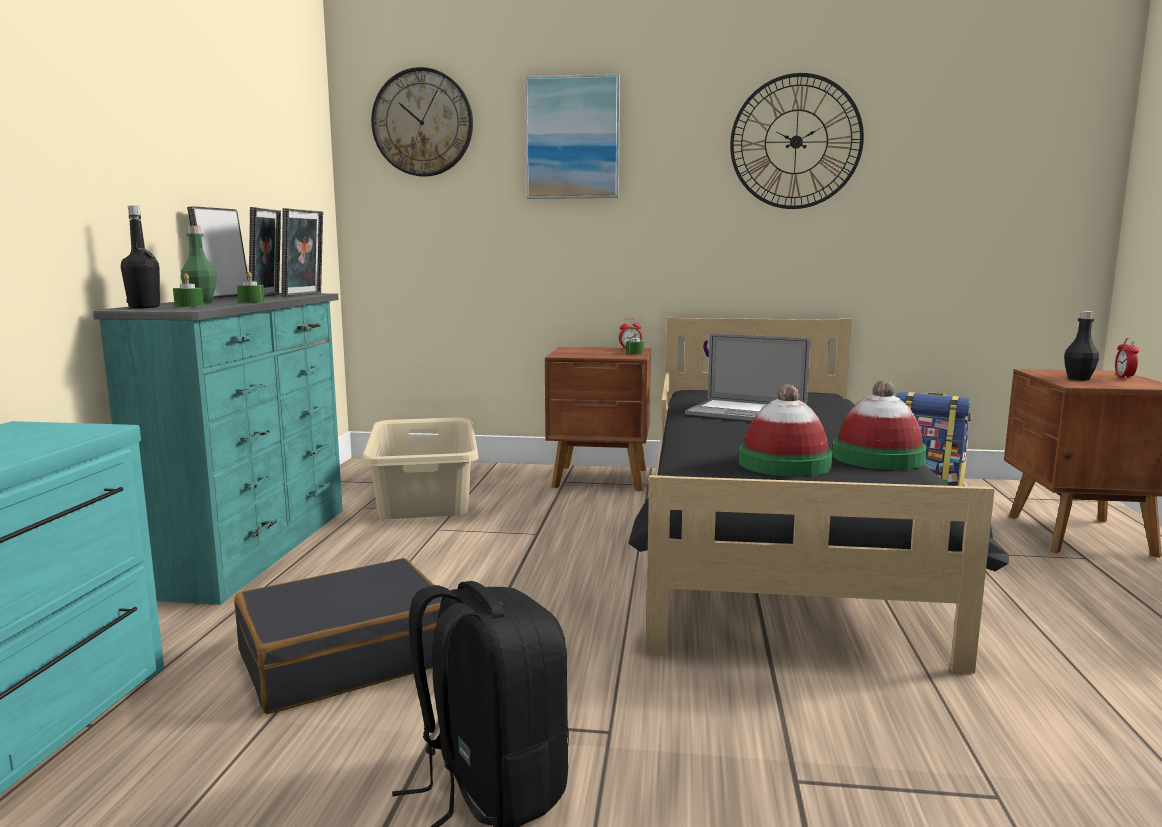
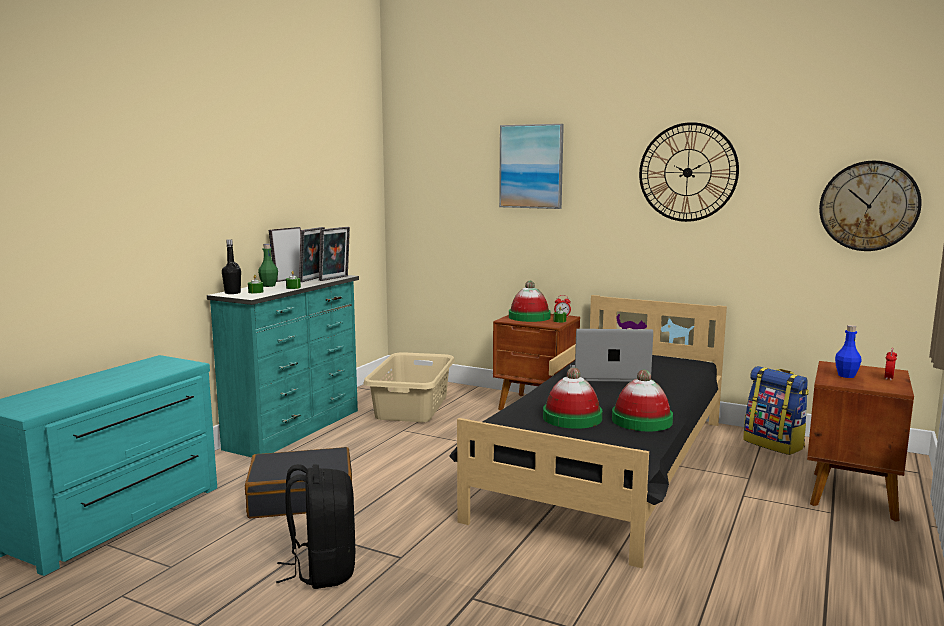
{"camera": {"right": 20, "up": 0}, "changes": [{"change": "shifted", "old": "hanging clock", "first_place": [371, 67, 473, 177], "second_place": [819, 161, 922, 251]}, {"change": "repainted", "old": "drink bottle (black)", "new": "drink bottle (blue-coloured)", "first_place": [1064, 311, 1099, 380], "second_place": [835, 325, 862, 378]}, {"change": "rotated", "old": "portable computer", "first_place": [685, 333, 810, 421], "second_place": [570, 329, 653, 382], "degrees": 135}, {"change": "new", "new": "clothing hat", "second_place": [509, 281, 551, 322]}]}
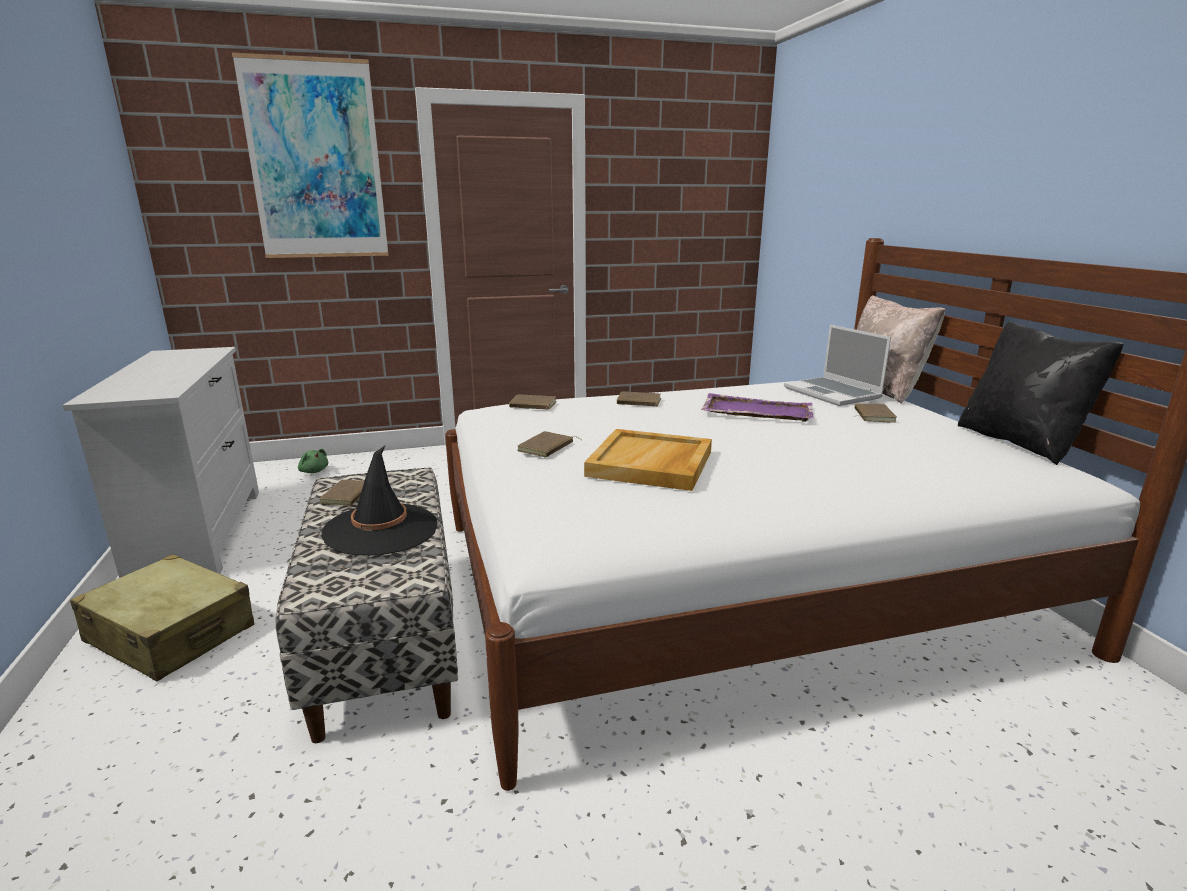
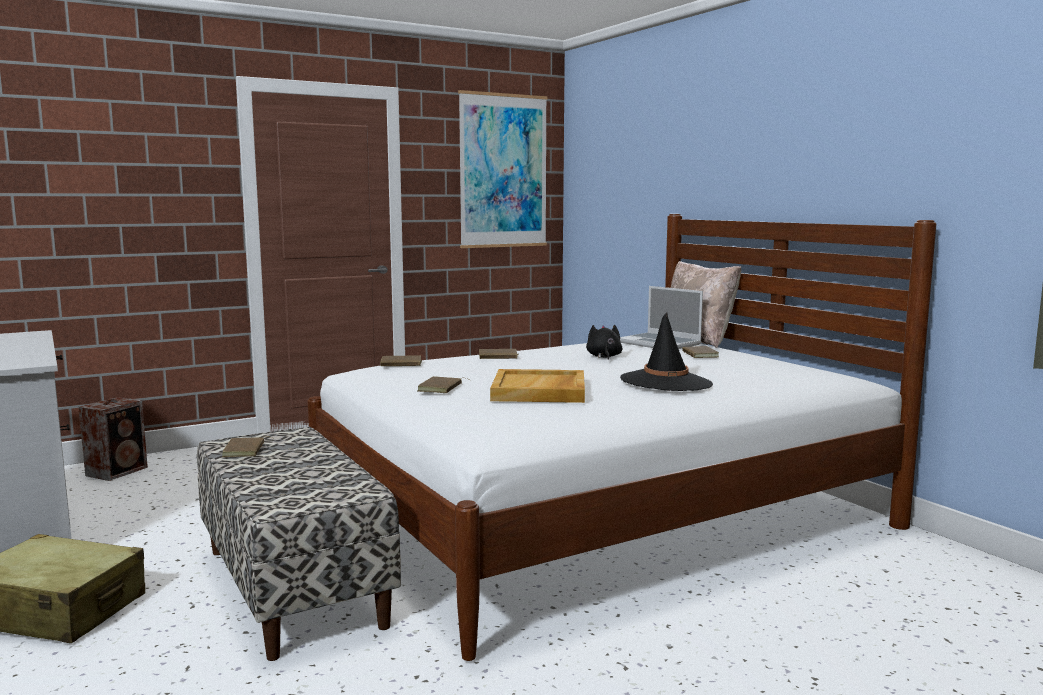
{"camera": {"right": -15, "up": -10}, "changes": [{"change": "shifted", "old": "wall picture", "first_place": [232, 53, 388, 258], "second_place": [458, 90, 548, 248]}, {"change": "gone", "old": "pillow (black)", "first_place": [958, 321, 1124, 465]}, {"change": "swapped", "old": "tray (purple-coloured)", "new": "plush toy (black)", "first_place": [701, 393, 814, 422], "second_place": [586, 325, 623, 360]}, {"change": "shifted", "old": "clothing hat (black)", "first_place": [321, 446, 437, 555], "second_place": [620, 312, 713, 391]}, {"change": "swapped", "old": "plush toy (green)", "new": "speaker", "first_place": [298, 449, 328, 473], "second_place": [79, 397, 148, 481]}]}
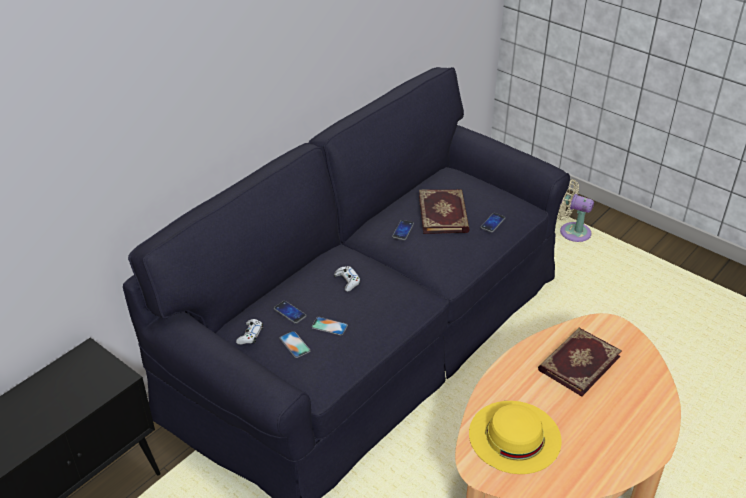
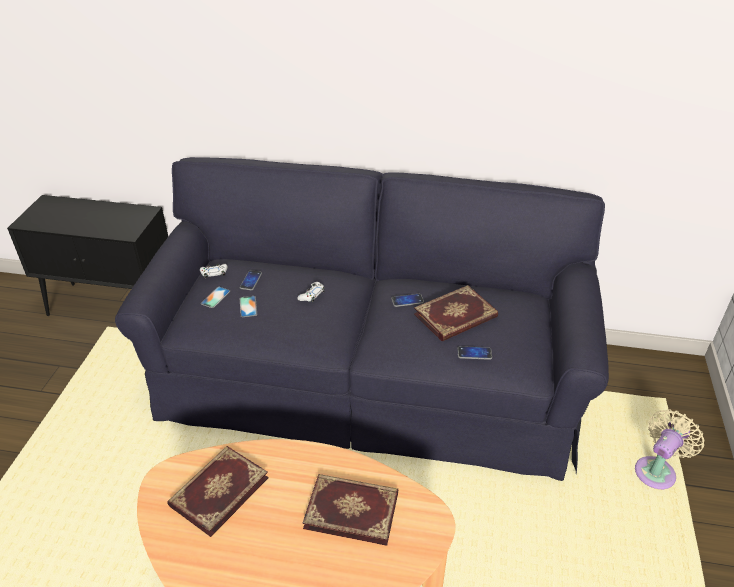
{"camera": {"right": 60, "up": 0}, "changes": [{"change": "rotated", "old": "fan (beige-coloured)", "first_place": [557, 179, 594, 242], "second_place": [635, 409, 704, 489], "degrees": 45}, {"change": "swapped", "old": "clothing hat (yellowish)", "new": "bound book", "first_place": [469, 401, 562, 474], "second_place": [167, 446, 269, 537]}]}
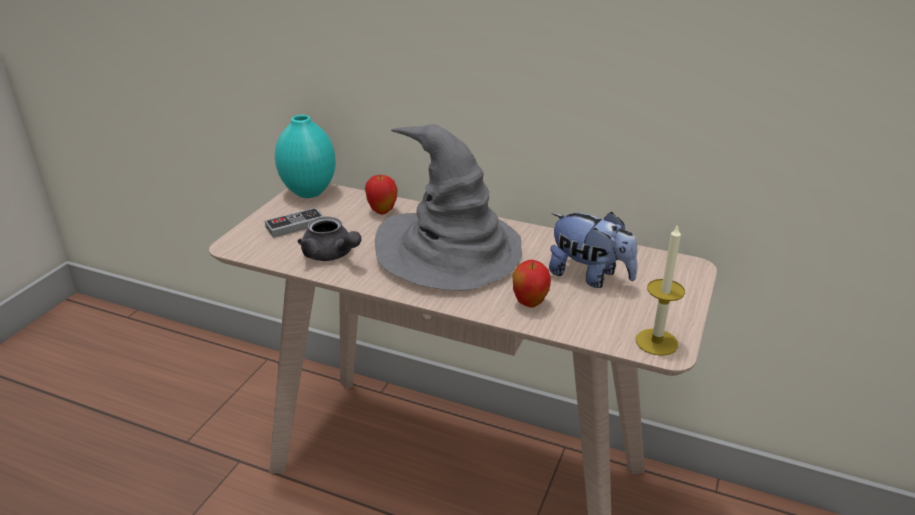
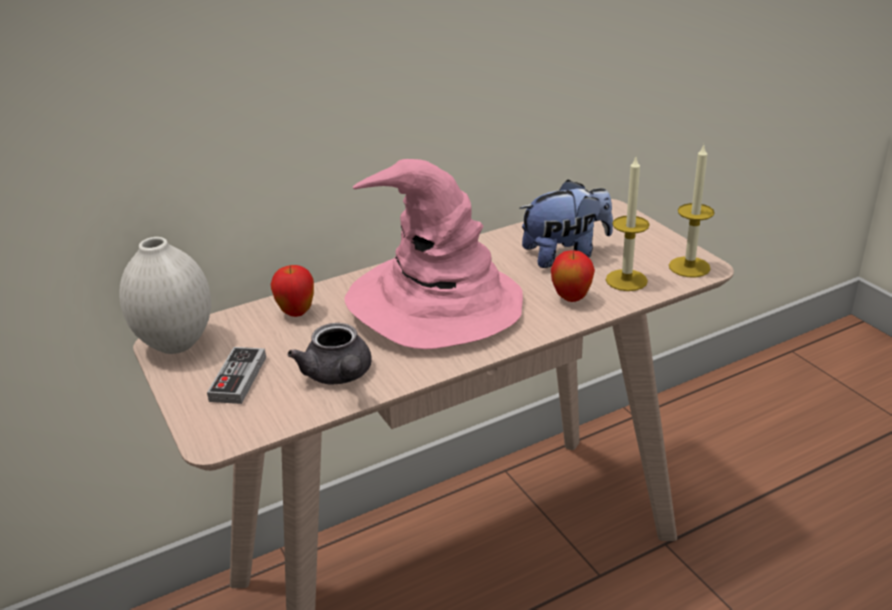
{"camera": {"right": -50, "up": 0}, "changes": [{"change": "repainted", "old": "decorative vase (blue-green)", "new": "decorative vase (white-coloured)", "first_place": [275, 115, 336, 198], "second_place": [119, 237, 211, 354]}, {"change": "repainted", "old": "clothing hat (greyish)", "new": "clothing hat (pinkish)", "first_place": [375, 124, 522, 291], "second_place": [344, 159, 523, 349]}, {"change": "rotated", "old": "tea pot (greyish)", "first_place": [297, 217, 361, 261], "second_place": [288, 323, 372, 385], "degrees": 75}, {"change": "new", "new": "wax candle", "second_place": [606, 157, 650, 291]}]}
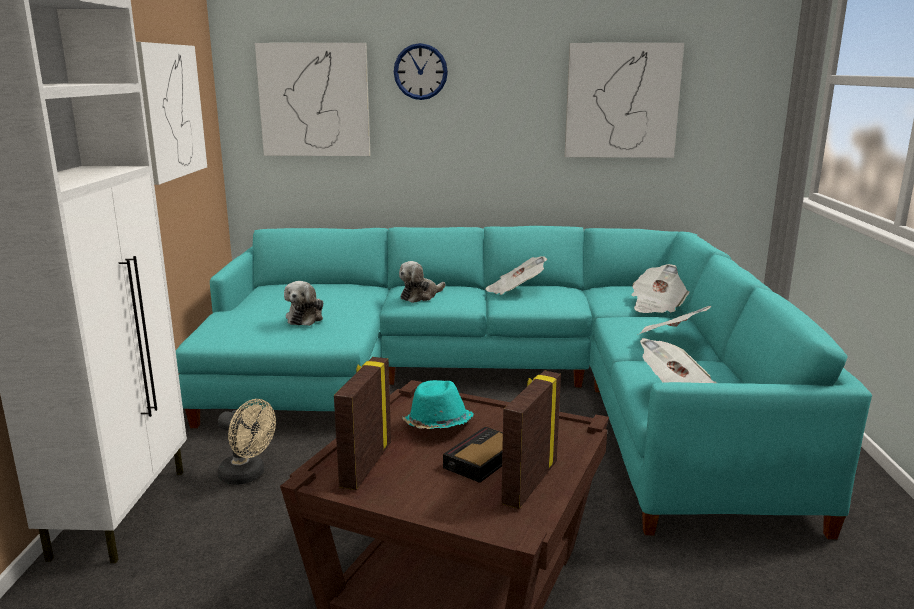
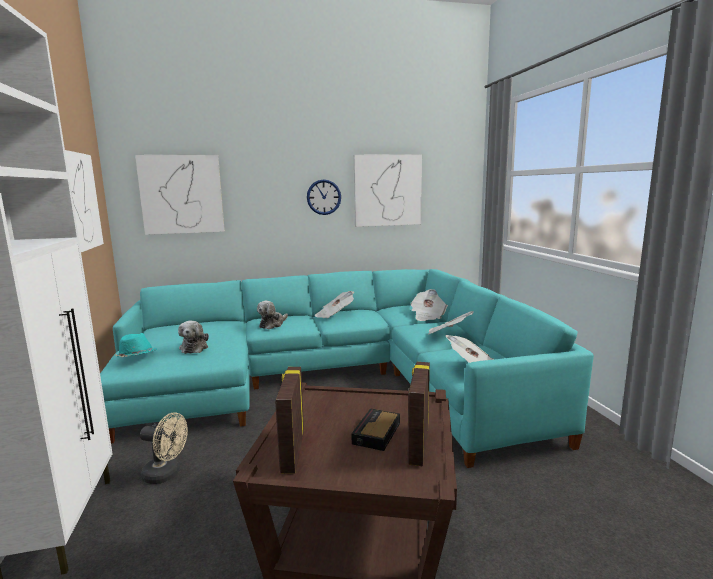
{"camera": {"right": -15, "up": -5}, "changes": [{"change": "shifted", "old": "hanging clock", "first_place": [394, 43, 448, 100], "second_place": [307, 179, 341, 215]}, {"change": "shifted", "old": "clothing hat (blue-green)", "first_place": [402, 380, 474, 429], "second_place": [115, 333, 157, 357]}]}
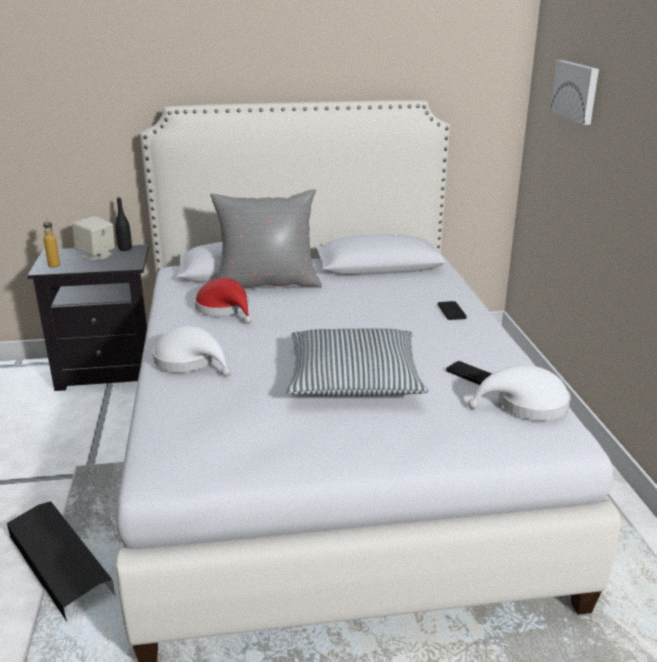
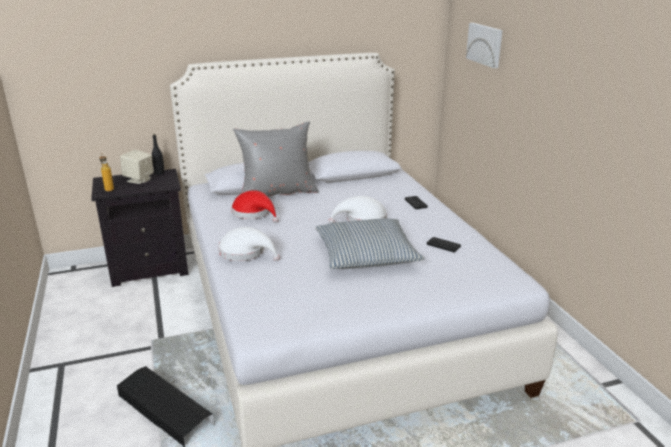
{"camera": {"right": -10, "up": 0}, "changes": [{"change": "shifted", "old": "clothing hat (white-coloured)", "first_place": [468, 365, 571, 420], "second_place": [328, 196, 387, 223]}]}
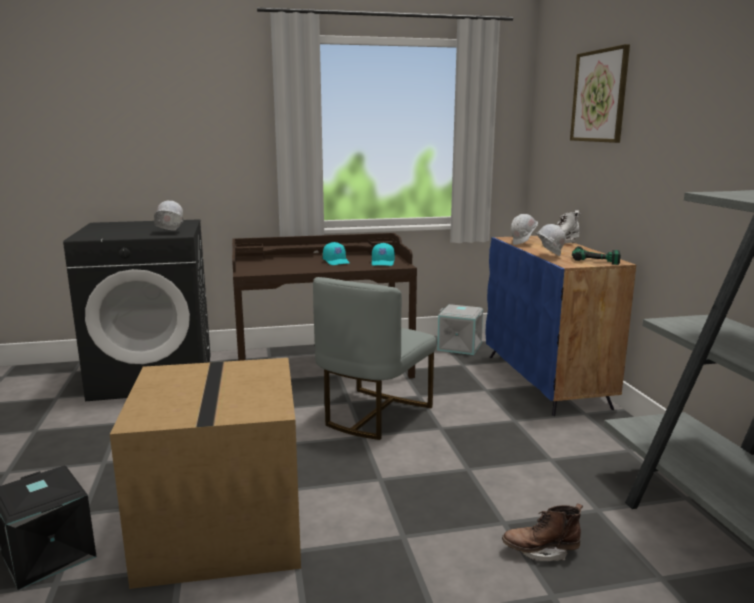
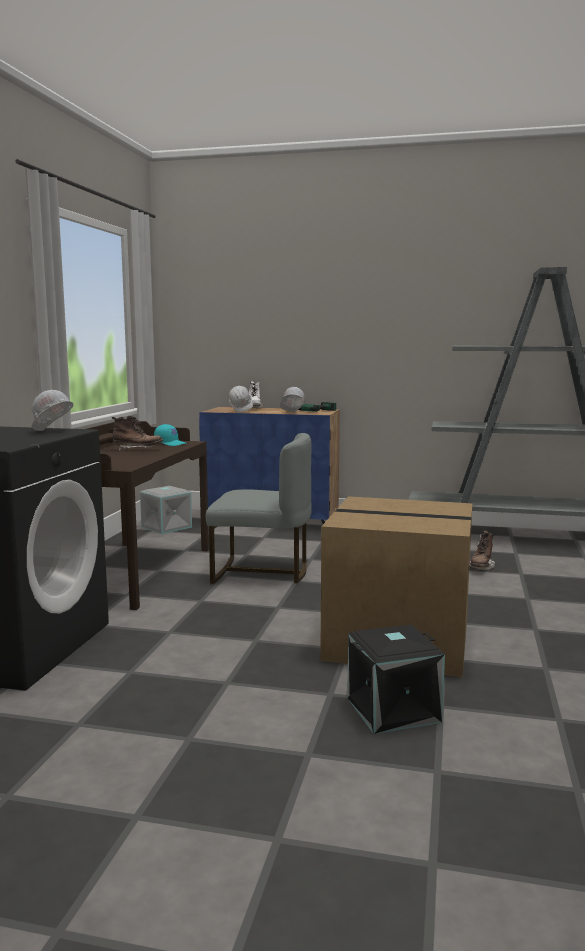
{"camera": {"right": -65, "up": -5}, "changes": [{"change": "gone", "old": "wall picture", "first_place": [570, 44, 630, 143]}, {"change": "swapped", "old": "baseball cap (blue-green)", "new": "high-top boot (brown-coloured)", "first_place": [323, 242, 350, 265], "second_place": [112, 416, 163, 450]}, {"change": "rotated", "old": "chair (greyish)", "first_place": [313, 277, 436, 440], "second_place": [206, 433, 312, 584], "degrees": -45}]}
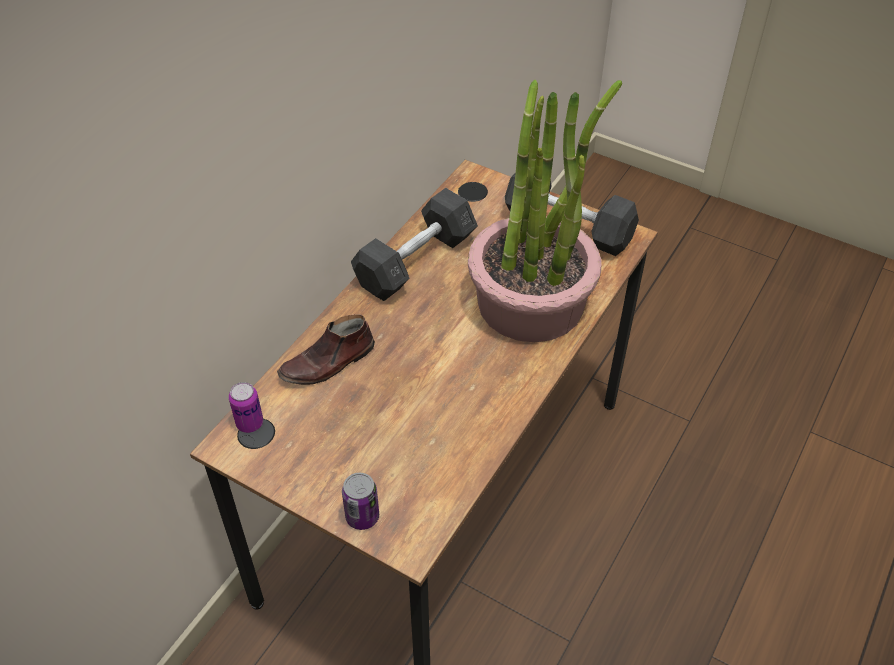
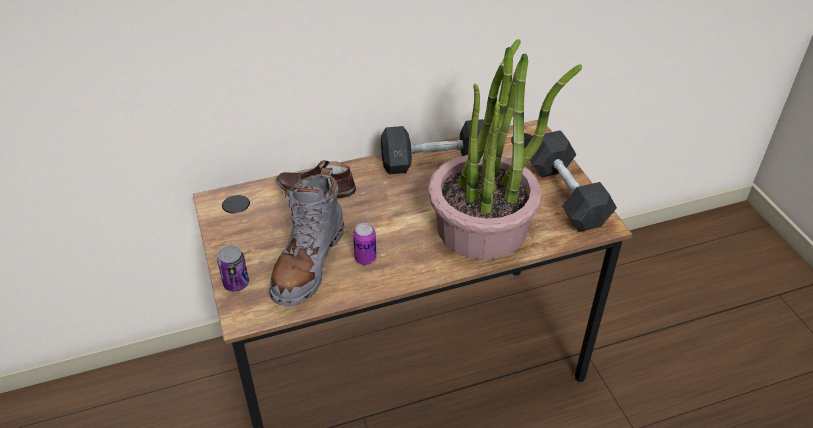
{"camera": {"right": 40, "up": -5}, "changes": [{"change": "shifted", "old": "can", "first_place": [229, 382, 263, 433], "second_place": [353, 223, 377, 265]}, {"change": "new", "new": "high-top boot (greyish)", "second_place": [269, 168, 344, 306]}]}
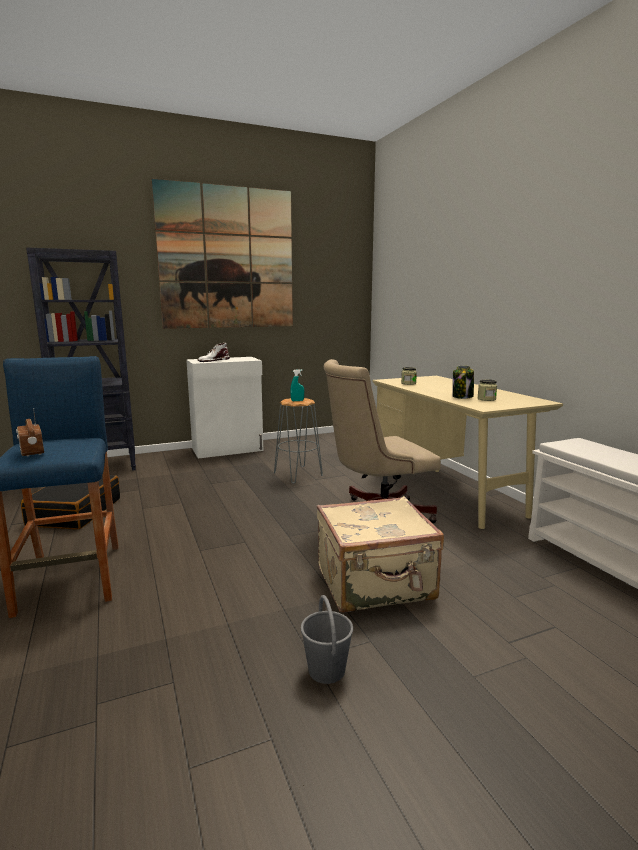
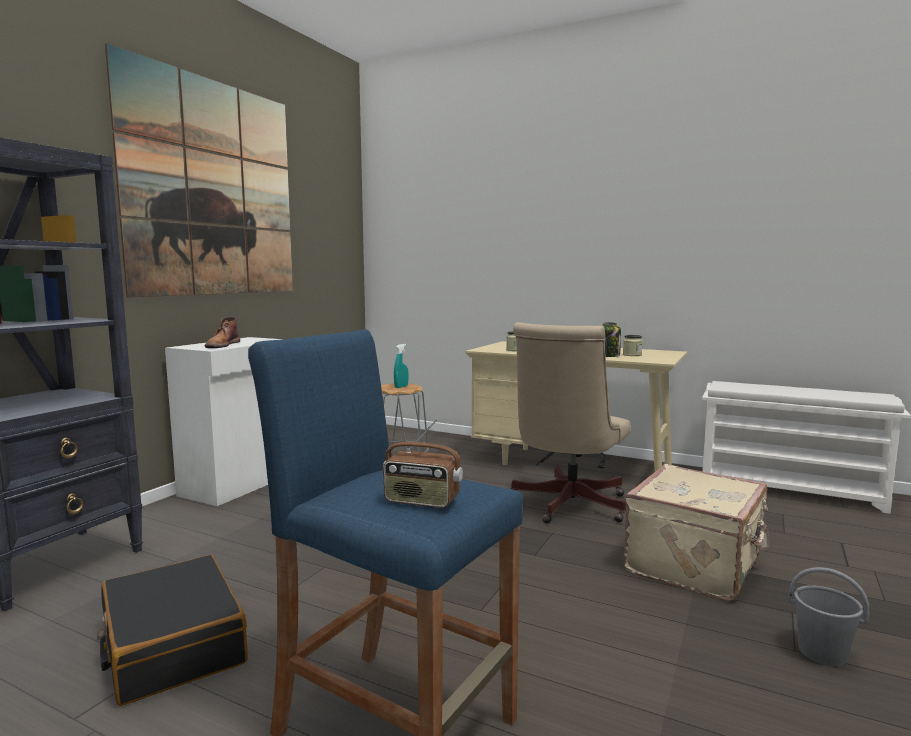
{"camera": {"right": -40, "up": -5}, "changes": [{"change": "repainted", "old": "high-top boot (white-coloured)", "new": "high-top boot (brown-coloured)", "first_place": [198, 343, 230, 362], "second_place": [205, 317, 240, 348]}]}
